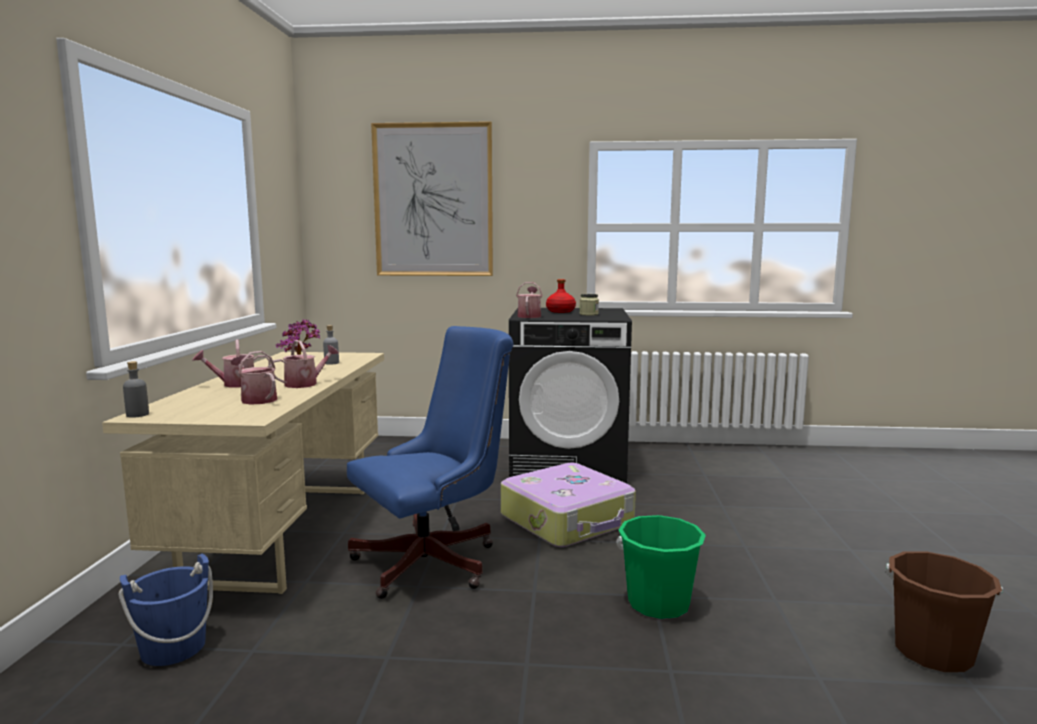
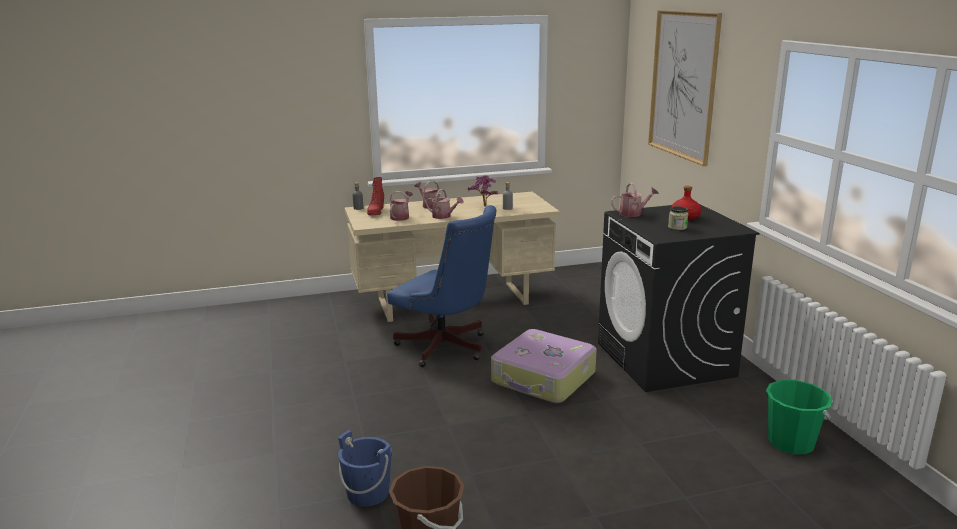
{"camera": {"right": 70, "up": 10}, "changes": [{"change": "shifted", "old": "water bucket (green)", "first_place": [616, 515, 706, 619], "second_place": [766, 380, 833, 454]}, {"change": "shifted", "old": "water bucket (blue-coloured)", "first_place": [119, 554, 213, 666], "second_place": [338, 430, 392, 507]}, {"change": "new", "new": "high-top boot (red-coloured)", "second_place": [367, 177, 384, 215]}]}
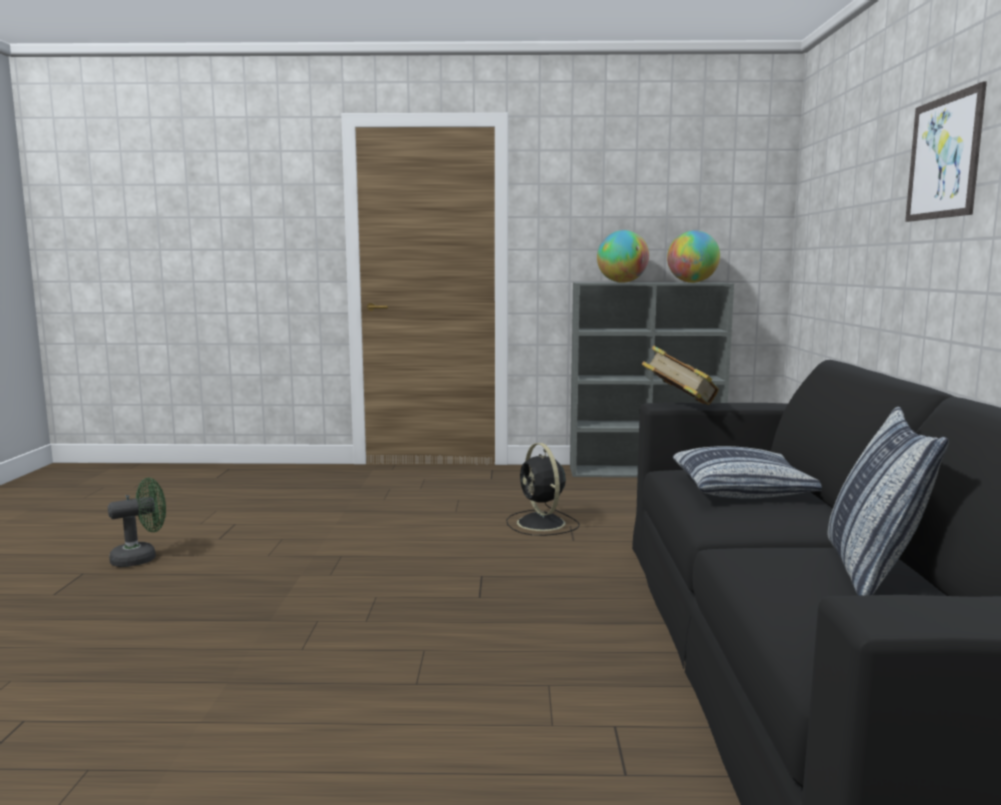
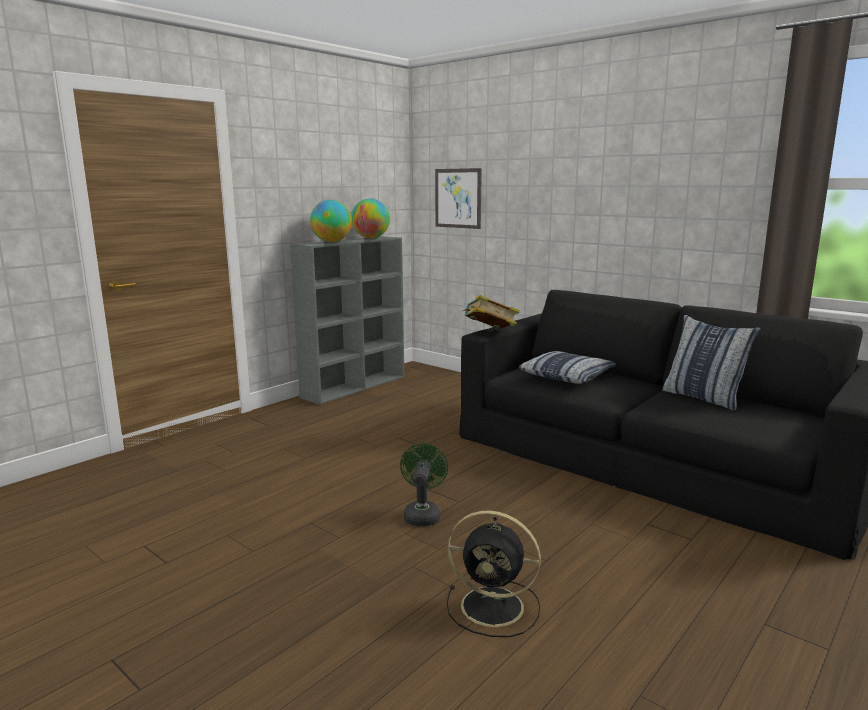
{"camera": {"right": -50, "up": 5}, "changes": [{"change": "shifted", "old": "wall picture", "first_place": [905, 81, 987, 222], "second_place": [435, 168, 482, 229]}, {"change": "shifted", "old": "fan (black)", "first_place": [506, 443, 580, 536], "second_place": [447, 510, 541, 637]}, {"change": "shifted", "old": "fan (green)", "first_place": [108, 478, 166, 567], "second_place": [400, 443, 448, 526]}]}
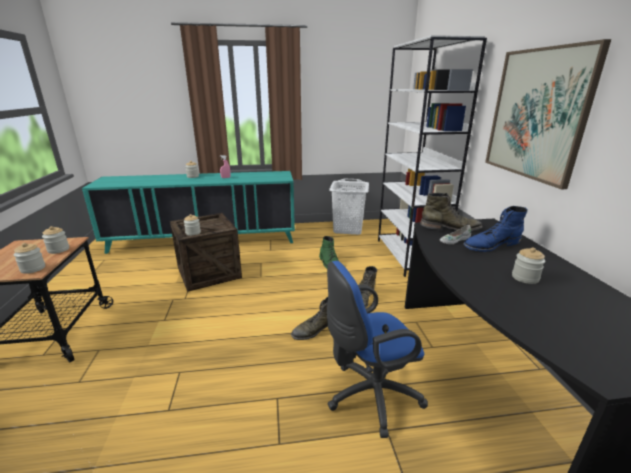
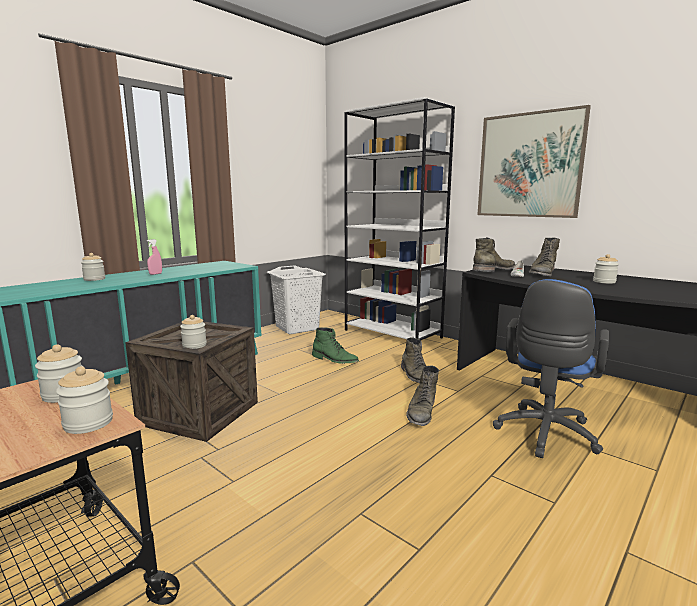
{"camera": {"right": -40, "up": -10}, "changes": [{"change": "repainted", "old": "high-top boot (blue-coloured)", "new": "high-top boot (green)", "first_place": [463, 206, 528, 252], "second_place": [529, 238, 560, 276]}]}
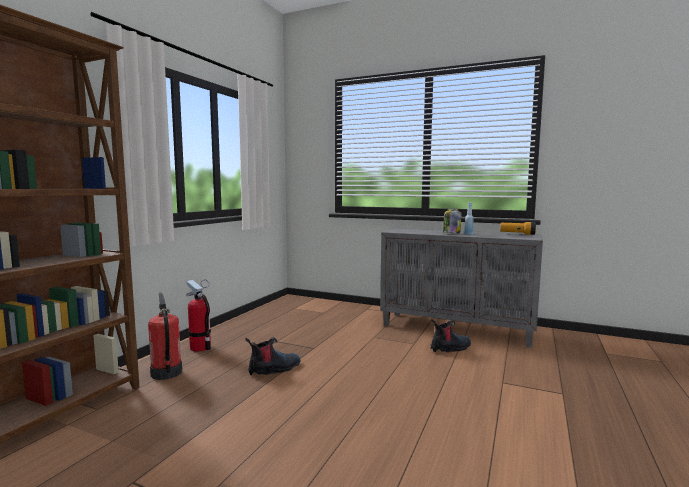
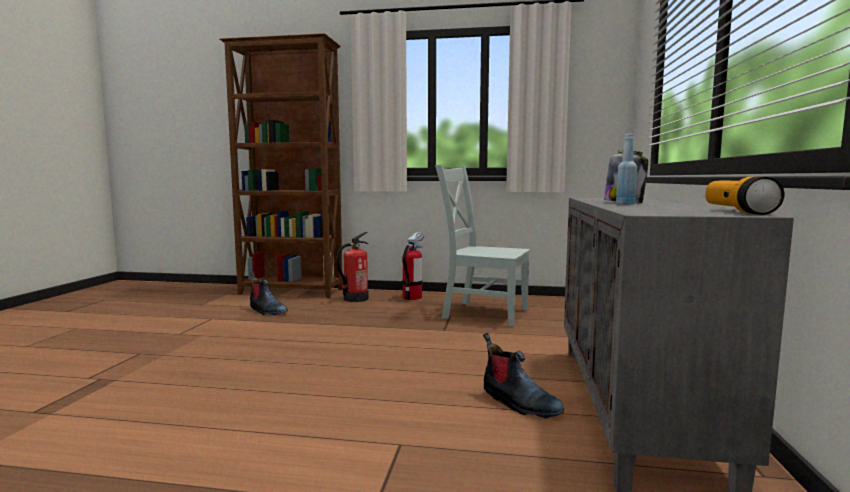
{"camera": {"right": 75, "up": 0}, "changes": [{"change": "shifted", "old": "high-top boot", "first_place": [245, 337, 301, 375], "second_place": [250, 272, 288, 315]}, {"change": "new", "new": "chair (greyish)", "second_place": [435, 165, 530, 327]}]}
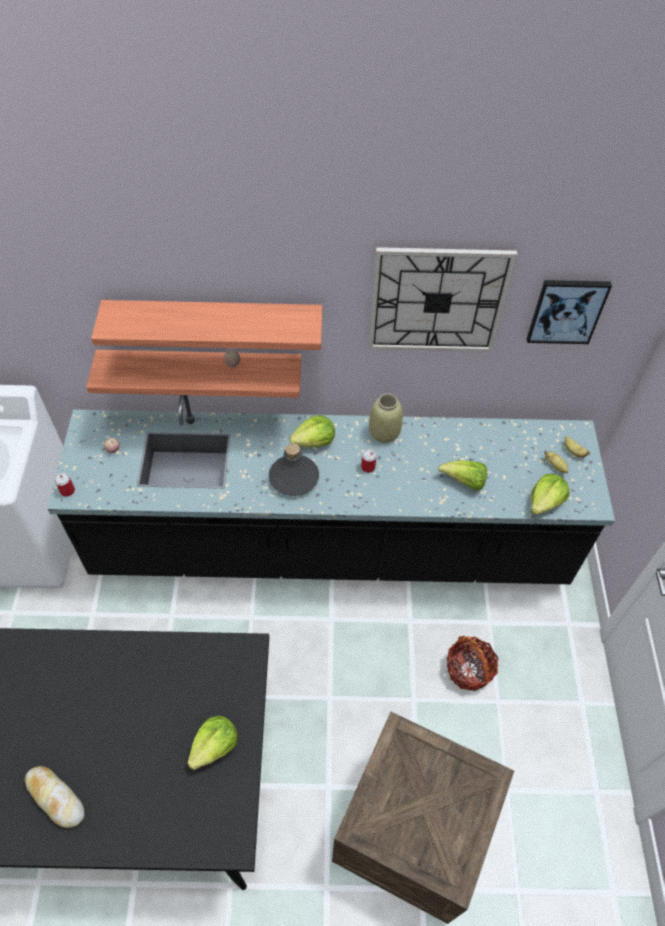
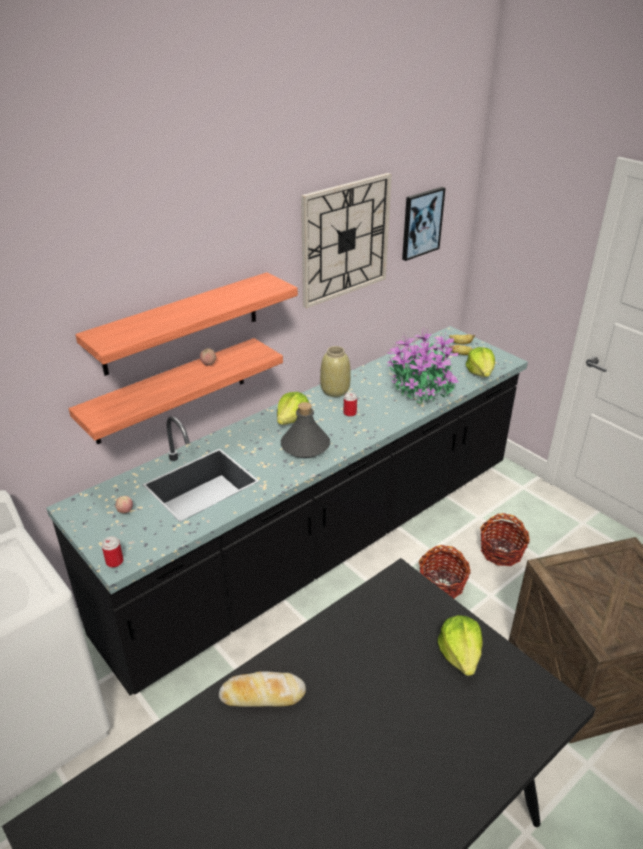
{"camera": {"right": -40, "up": -20}, "changes": [{"change": "swapped", "old": "lettuce head", "new": "plant in a pot", "first_place": [438, 460, 487, 490], "second_place": [386, 329, 459, 404]}, {"change": "shifted", "old": "bakery bread", "first_place": [25, 766, 85, 828], "second_place": [219, 671, 306, 707]}, {"change": "new", "new": "storage basket", "second_place": [419, 545, 471, 599]}]}
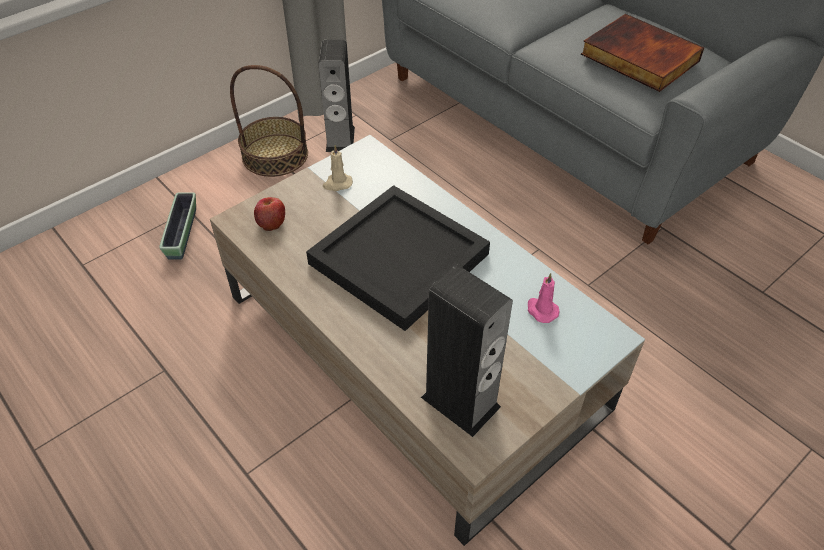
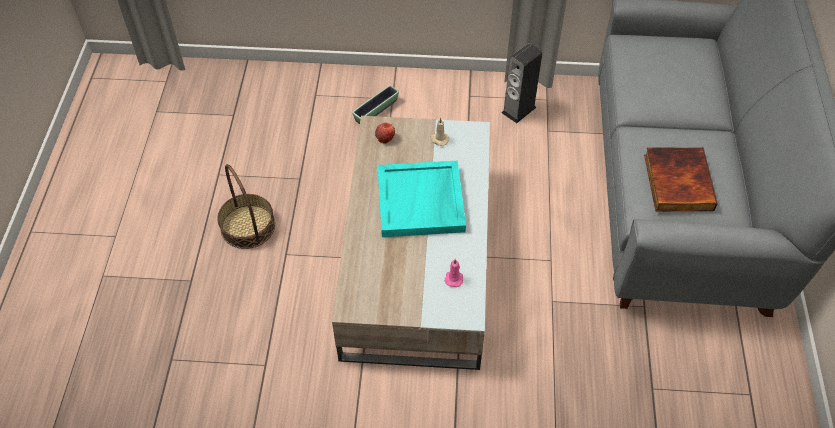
{"camera": {"right": 45, "up": 5}, "changes": [{"change": "shifted", "old": "storage basket", "first_place": [230, 65, 308, 177], "second_place": [217, 164, 275, 249]}, {"change": "repainted", "old": "tray (black)", "new": "tray (blue-green)", "first_place": [306, 185, 490, 331], "second_place": [377, 160, 466, 237]}, {"change": "gone", "old": "speaker", "first_place": [421, 265, 513, 437]}]}
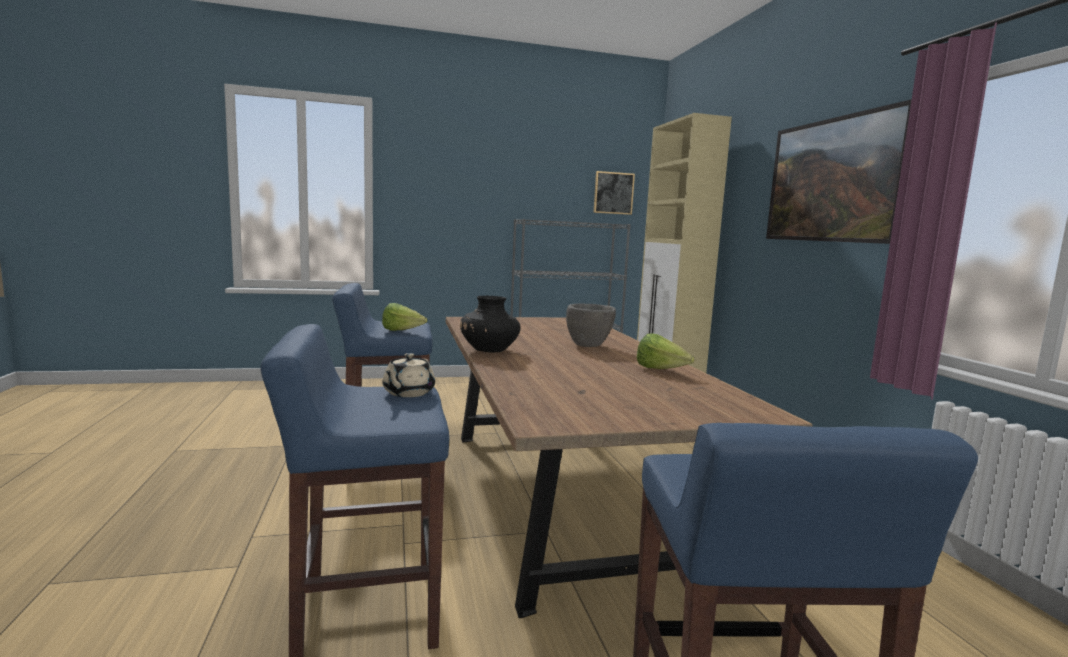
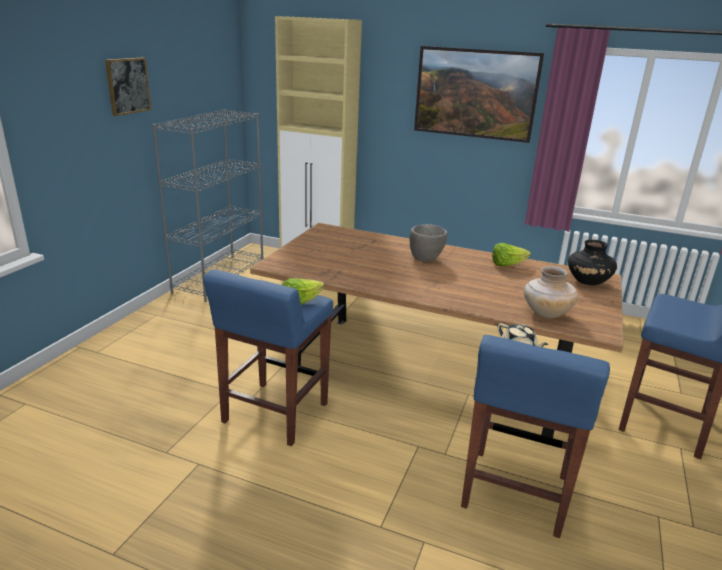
{"camera": {"right": -55, "up": 15}, "changes": [{"change": "shifted", "old": "wall picture", "first_place": [593, 171, 635, 215], "second_place": [105, 57, 151, 116]}, {"change": "shifted", "old": "decorative vase (black)", "first_place": [460, 296, 521, 353], "second_place": [568, 240, 617, 285]}, {"change": "new", "new": "decorative vase (beige-coloured)", "second_place": [524, 266, 578, 318]}]}
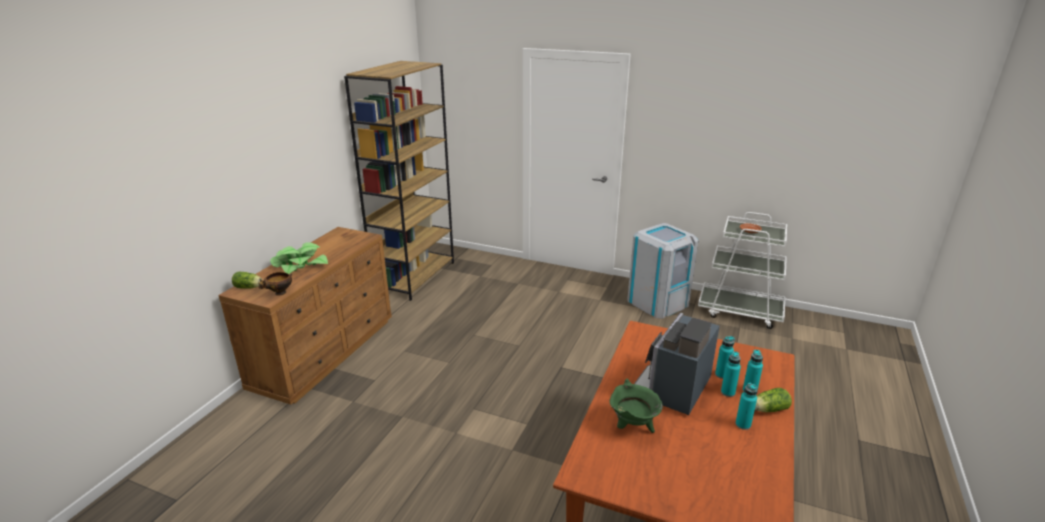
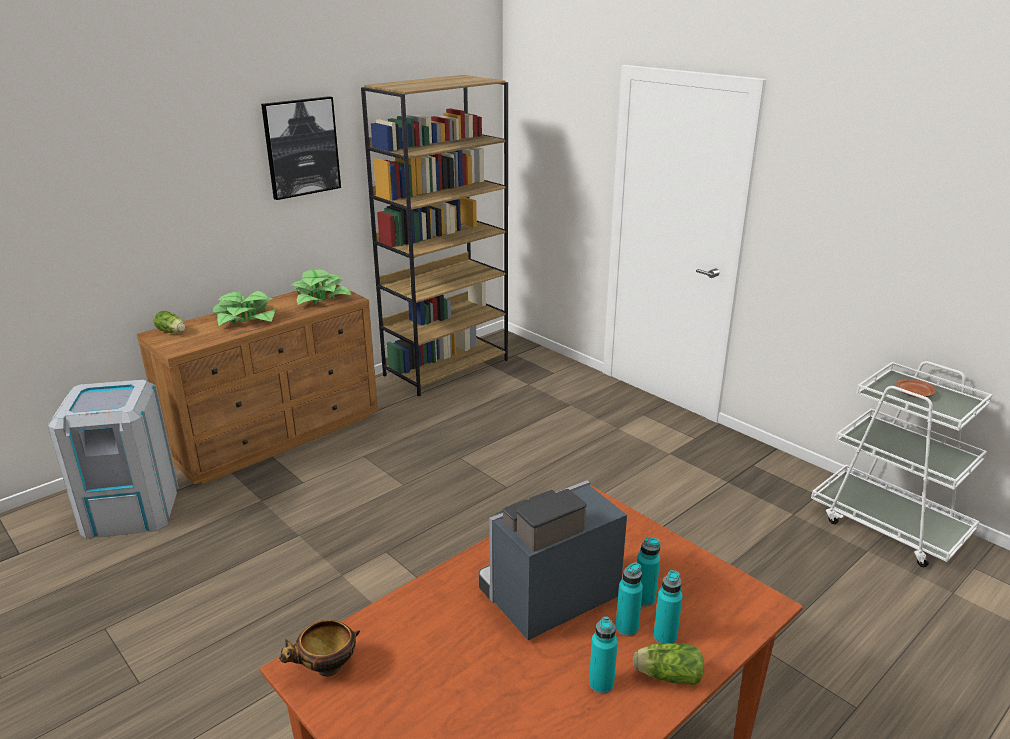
{"camera": {"right": 25, "up": 0}, "changes": [{"change": "shifted", "old": "rubbish bin (greyish)", "first_place": [628, 223, 698, 319], "second_place": [47, 380, 179, 539]}, {"change": "shifted", "old": "bowl", "first_place": [258, 272, 292, 296], "second_place": [279, 620, 360, 677]}, {"change": "gone", "old": "stockpot (green)", "first_place": [609, 379, 663, 433]}, {"change": "new", "new": "wall picture", "second_place": [261, 96, 341, 200]}, {"change": "new", "new": "plant in a pot", "second_place": [291, 269, 351, 305]}]}
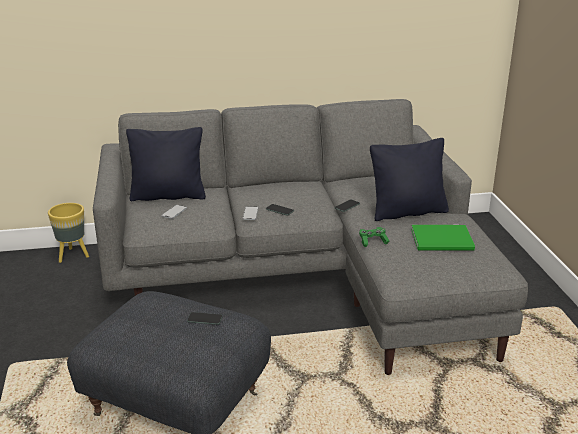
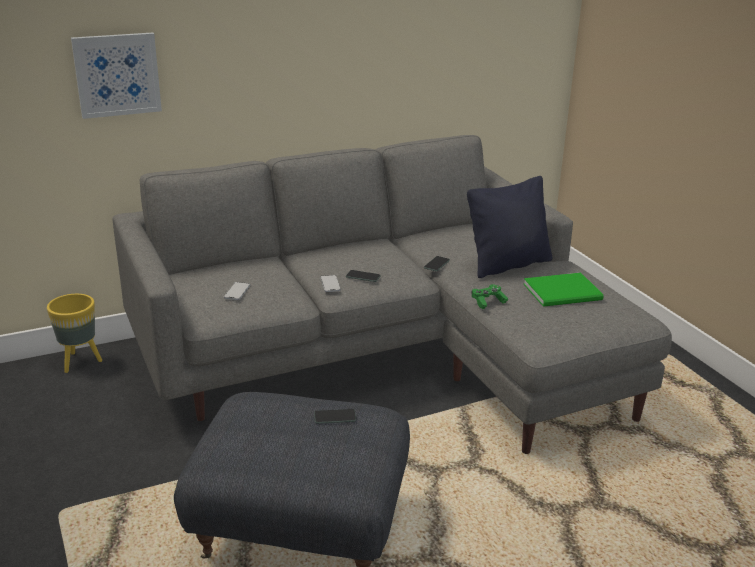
{"camera": {"right": -15, "up": 0}, "changes": [{"change": "gone", "old": "pillow (black)", "first_place": [126, 127, 206, 201]}, {"change": "new", "new": "wall picture", "second_place": [71, 32, 162, 119]}]}
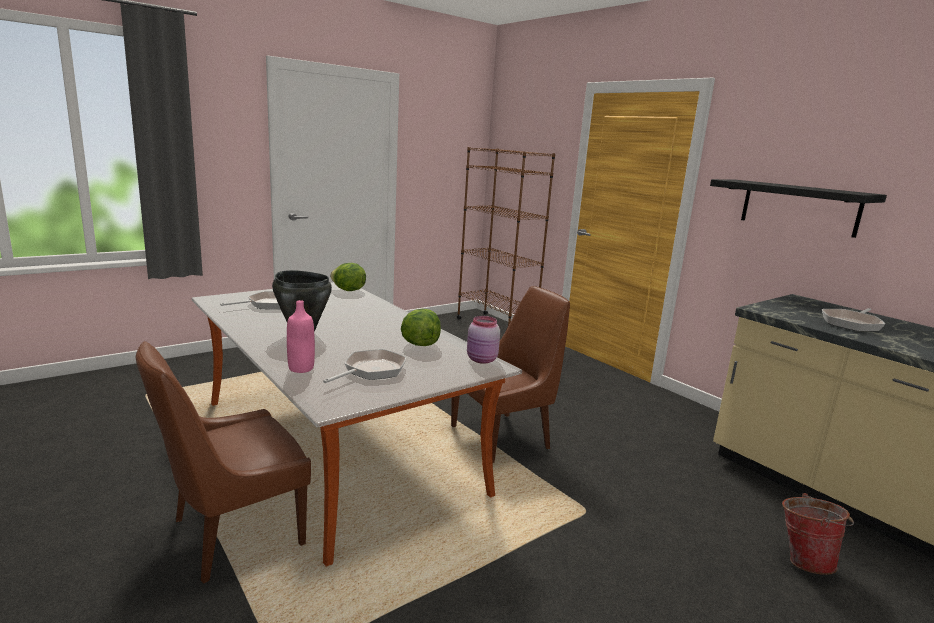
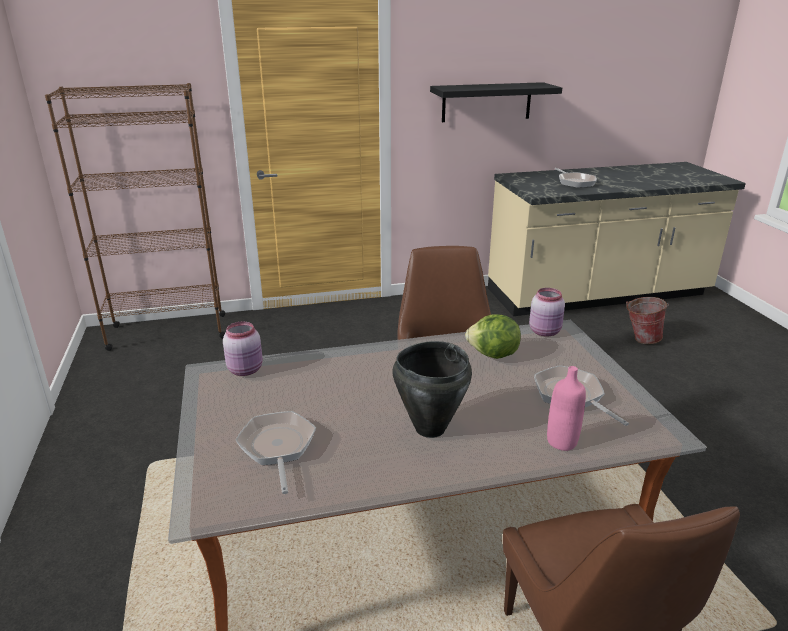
{"camera": {"right": -65, "up": 10}, "changes": [{"change": "swapped", "old": "lettuce head", "new": "storage jar (pinkish)", "first_place": [330, 263, 366, 291], "second_place": [223, 322, 263, 376]}]}
